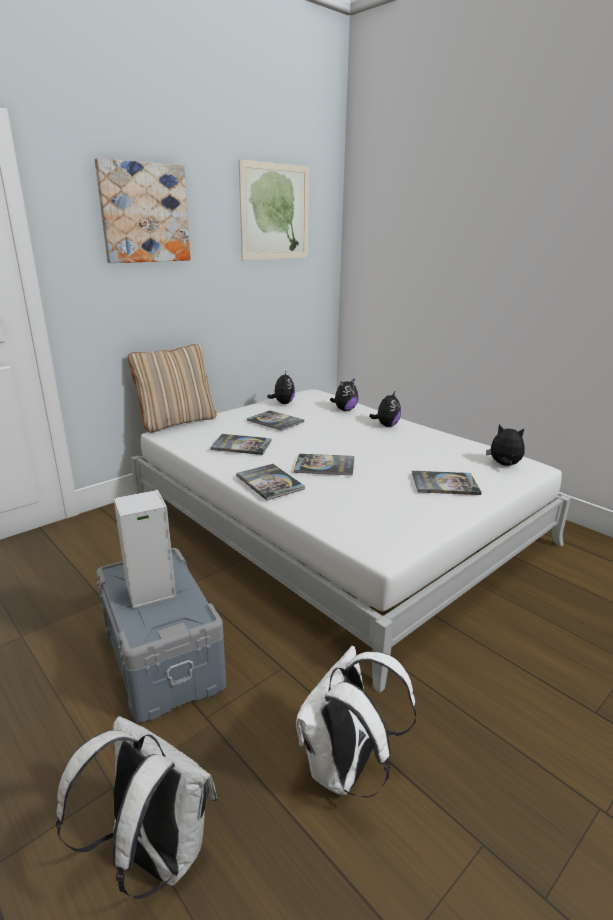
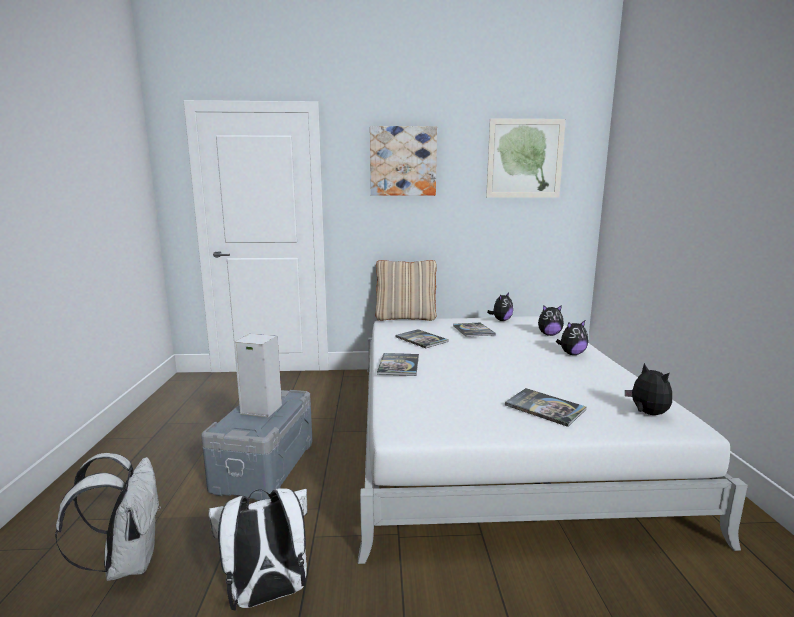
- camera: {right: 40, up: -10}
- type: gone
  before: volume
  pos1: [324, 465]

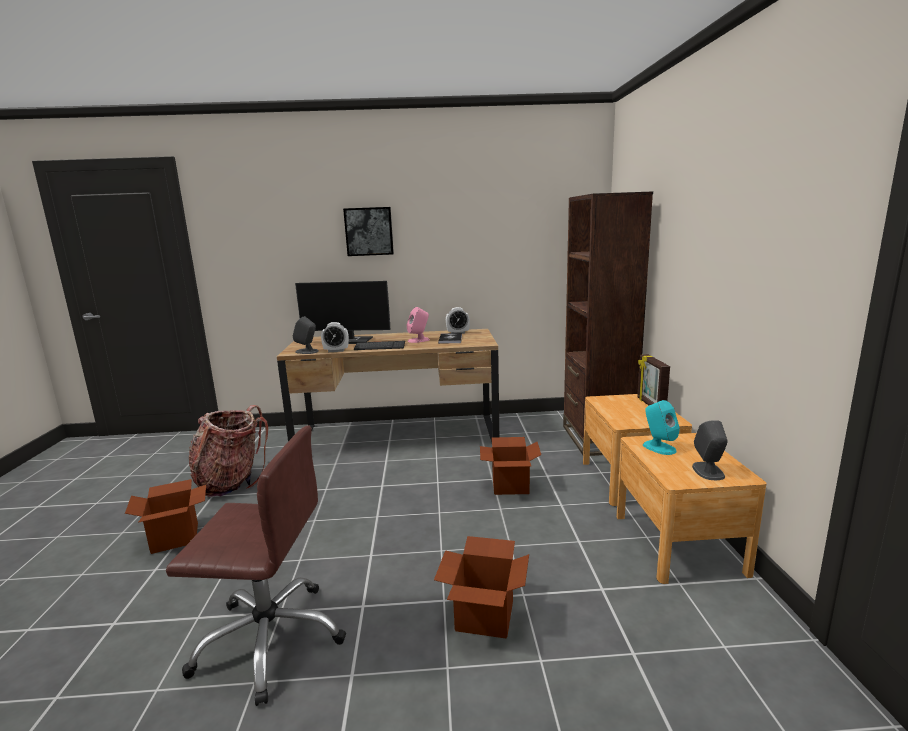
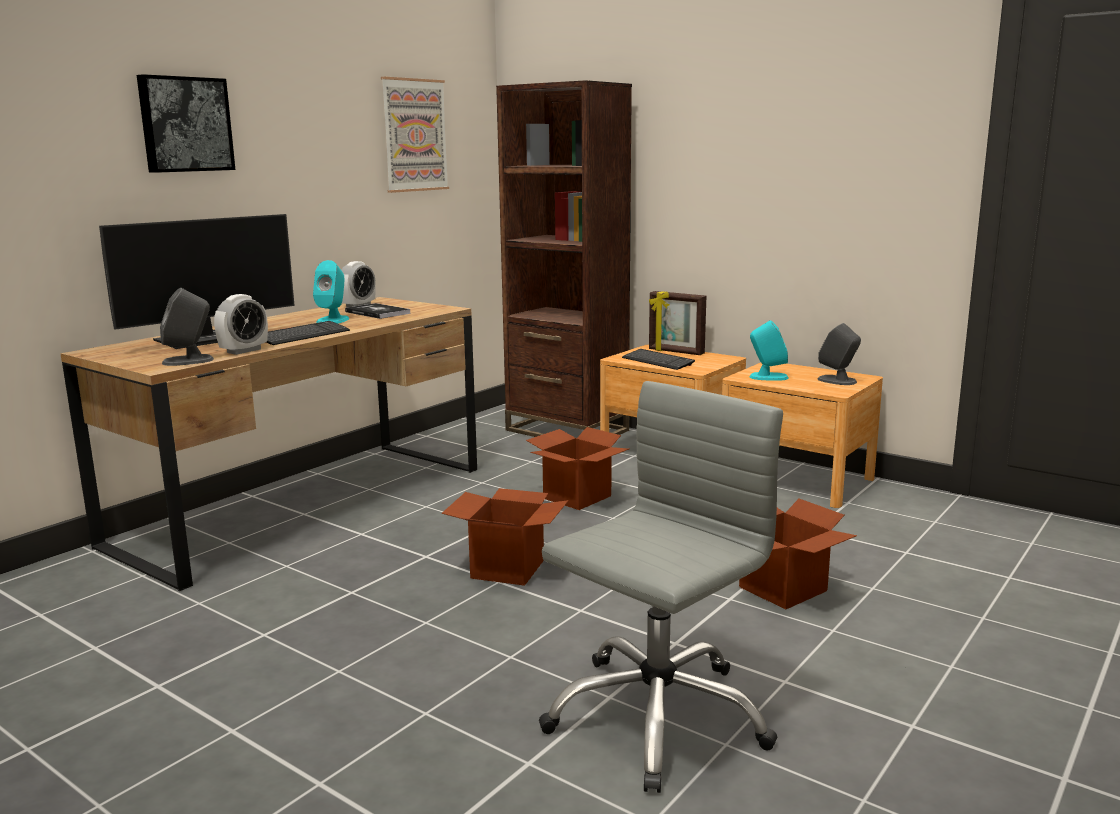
- camera: {right: -50, up: 0}
- type: shifted
  before: cardboard box
  pos1: [175, 538]
  pos2: [508, 569]
- type: repainted
  before: desk chair in brown
  after: desk chair in grey
  pos1: [270, 639]
  pos2: [656, 716]
- type: gone
  before: backpack
  pos1: [232, 482]
- type: repainted
  before: speaker in pink
  after: speaker in blue-green
  pos1: [419, 340]
  pos2: [333, 320]
- type: new
  after: wall art
  pos2: [414, 135]
- type: new
  after: PC keyboard
  pos2: [658, 361]

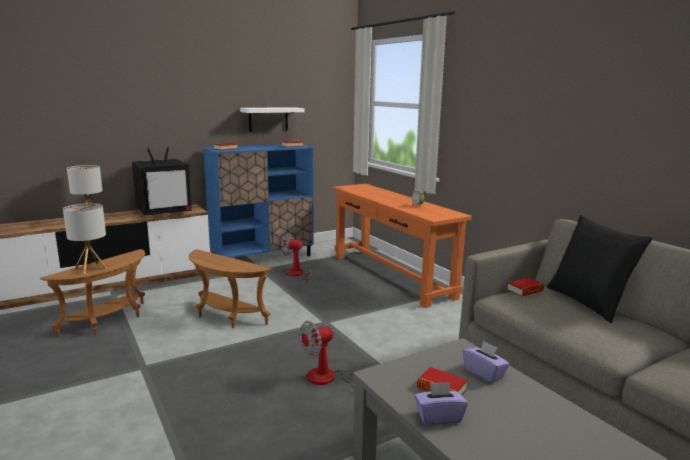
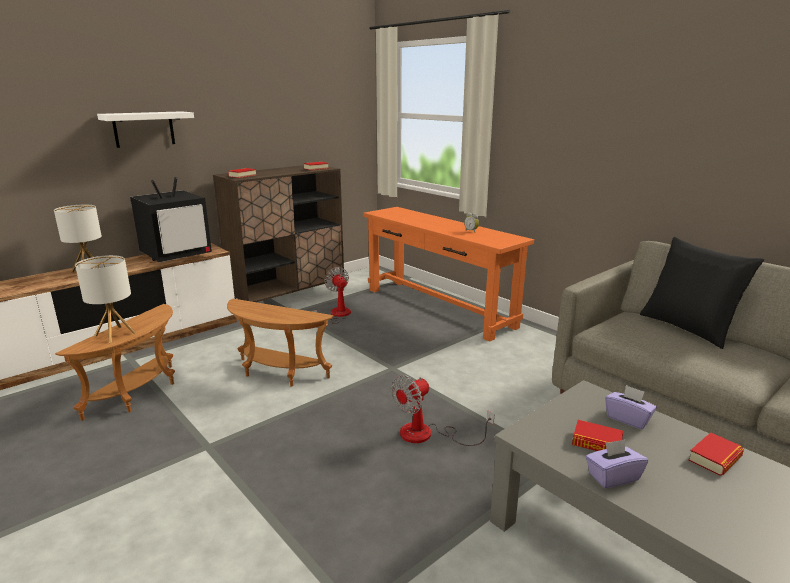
- camera: {right: -10, up: 5}
- type: repainted
  before: cabinet in blue
  after: cabinet in brown
  pos1: [263, 258]
  pos2: [288, 298]
- type: shifted
  before: wall shelf in white-coloured
  pos1: [268, 119]
  pos2: [144, 129]
- type: rotated
  before: fan
  pos1: [297, 275]
  pos2: [336, 315]
  turn: 60
- type: shifted
  before: volume
  pos1: [525, 290]
  pos2: [715, 459]

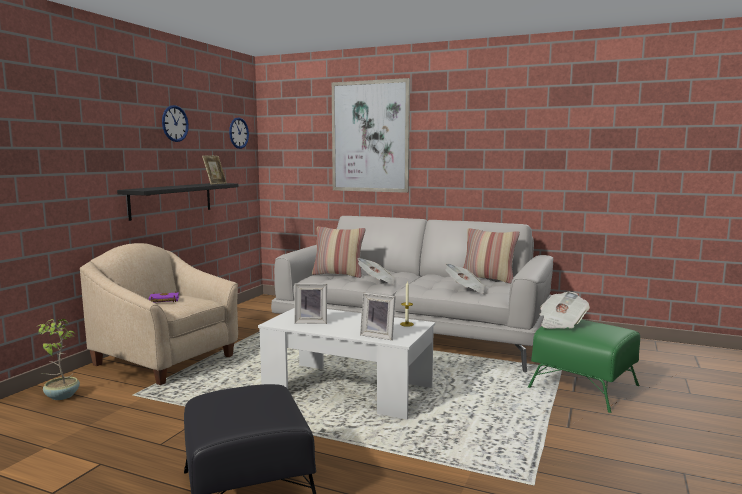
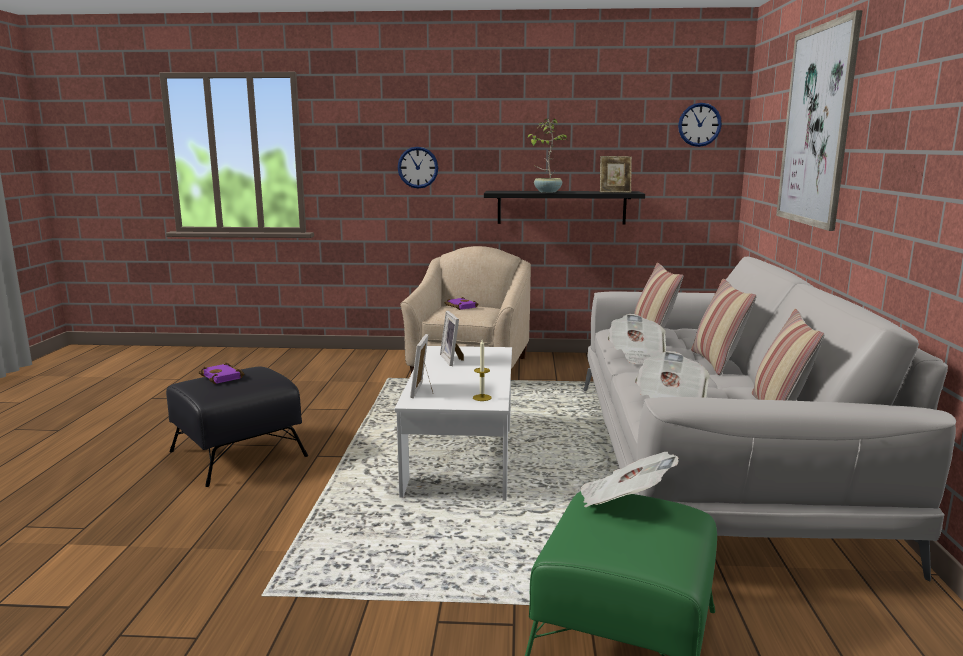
- camera: {right: 70, up: 5}
- type: shifted
  before: houseplant
  pos1: [61, 396]
  pos2: [547, 192]
- type: shifted
  before: clock on the wall
  pos1: [175, 123]
  pos2: [418, 167]
- type: new
  after: volume in purple
  pos2: [223, 377]
- type: new
  after: pillow
  pos2: [717, 362]

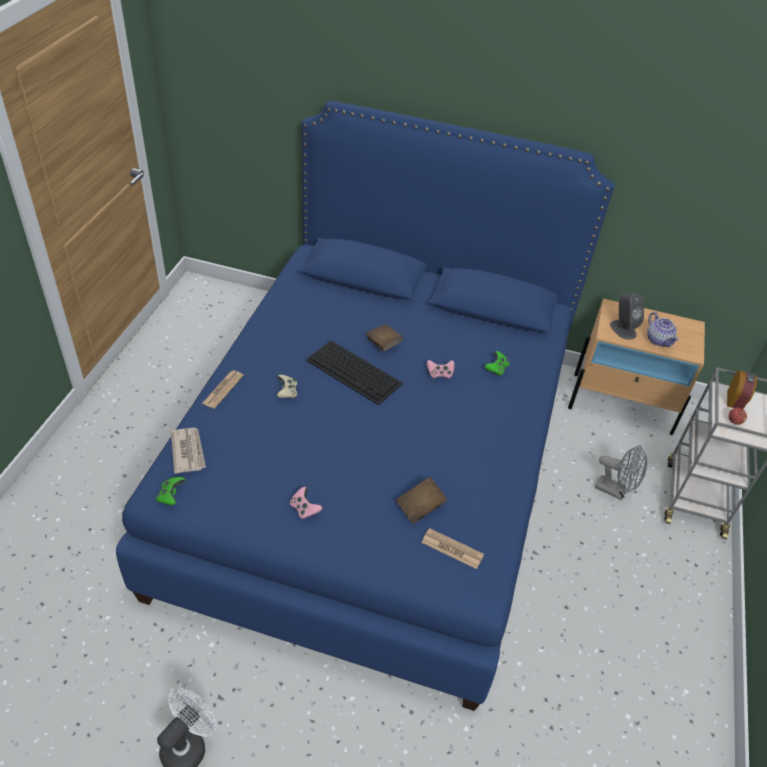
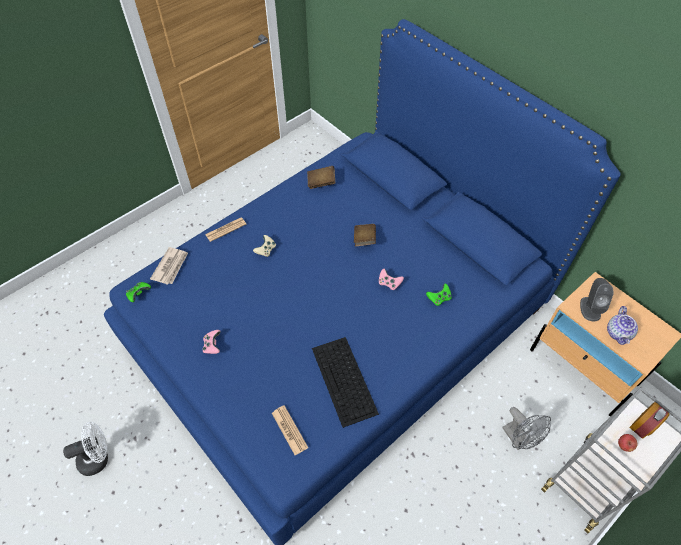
- camera: {right: 35, up: 10}
- type: shifted
  before: PC keyboard
  pos1: [354, 372]
  pos2: [344, 381]
- type: shifted
  before: volume in brown
  pos1: [420, 507]
  pos2: [321, 182]

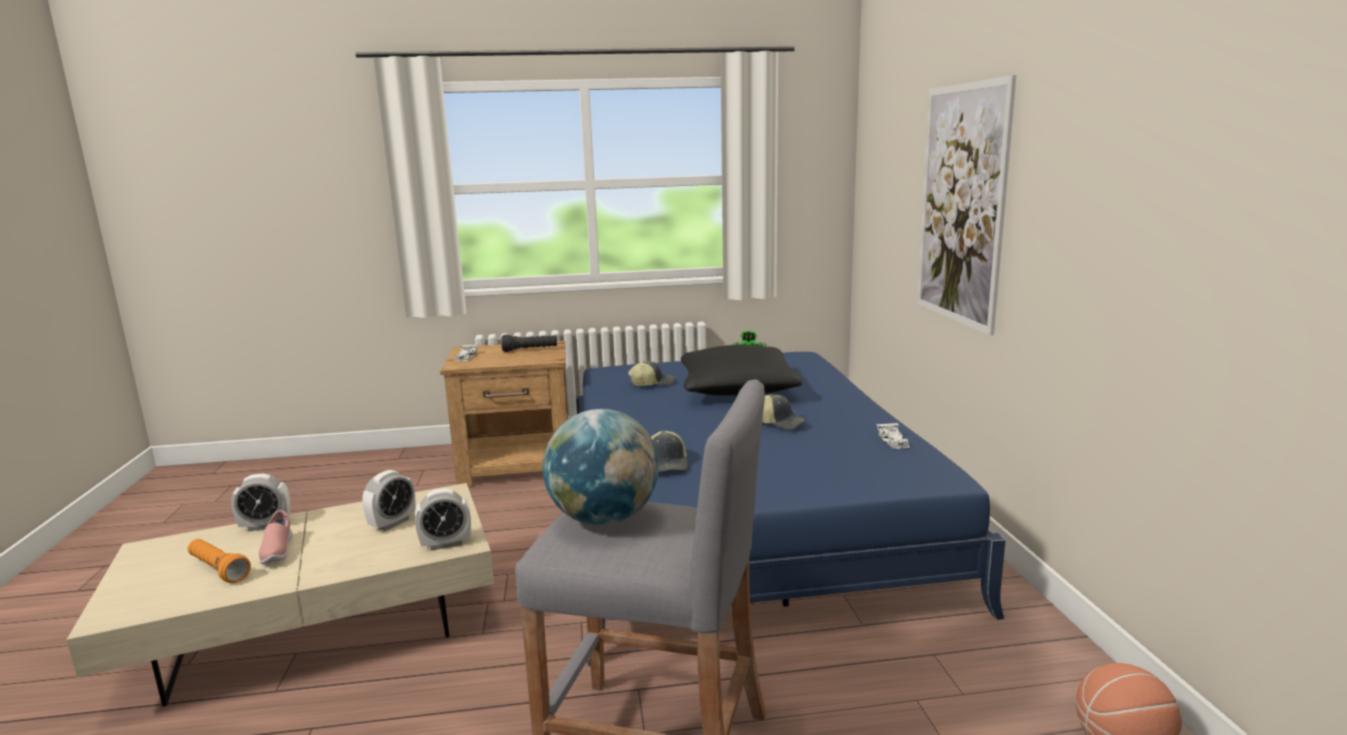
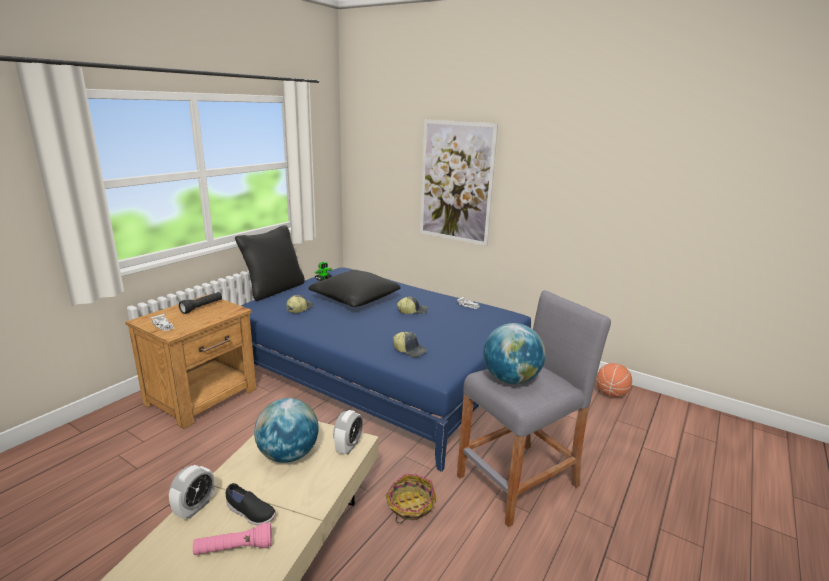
- camera: {right: -50, up: 5}
- type: repainted
  before: hand torch in orangey
  after: hand torch in pink
  pos1: [218, 570]
  pos2: [234, 549]
- type: repainted
  before: low shoe in pink
  after: low shoe in black
  pos1: [277, 552]
  pos2: [250, 514]
- type: swapped
  before: alarm clock
  after: world globe
  pos1: [392, 523]
  pos2: [288, 455]
- type: new
  after: pillow in black
  pos2: [274, 290]
- type: new
  after: storage basket
  pos2: [410, 505]

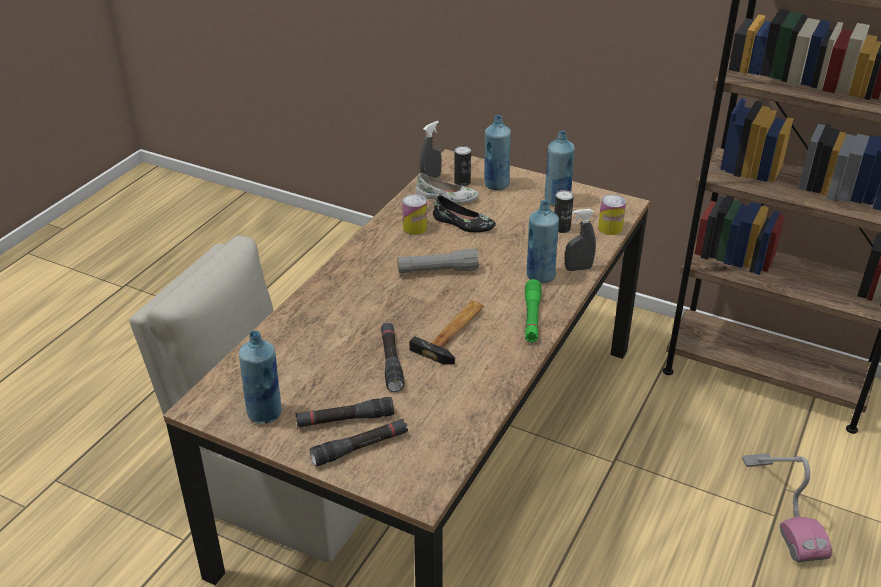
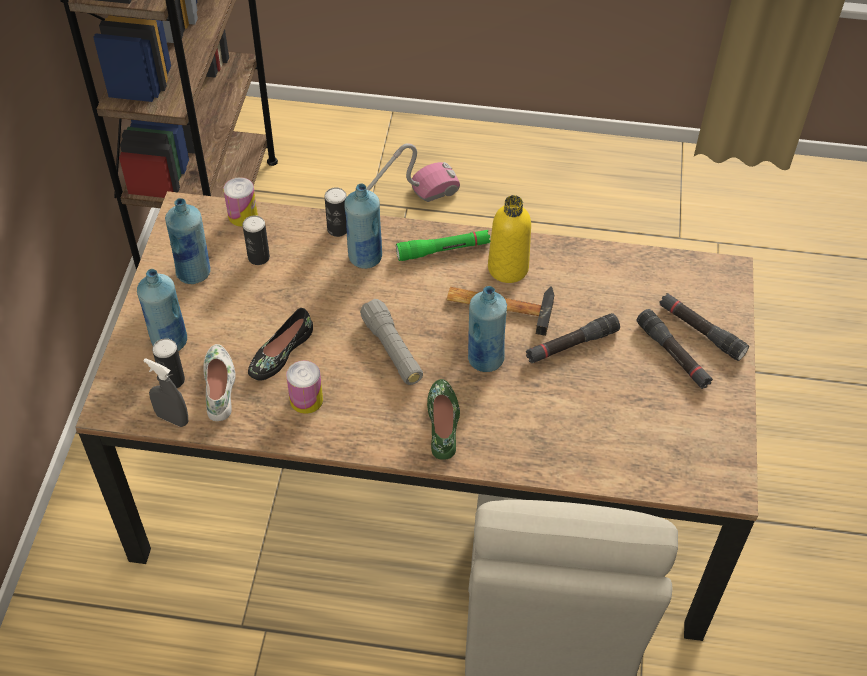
- camera: {right: -110, up: 15}
- type: shifted
  before: bottle in blue
  pos1: [265, 413]
  pos2: [485, 359]
- type: rotated
  before: low shoe in black
  pos1: [463, 224]
  pos2: [280, 352]
  turn: -150
- type: swapped
  before: spray bottle in grey
  after: sealed can
  pos1: [578, 268]
  pos2: [338, 229]
- type: new
  after: low shoe in greenish
  pos2: [443, 423]
- type: new
  after: bottle in yellowish
  pos2: [508, 268]

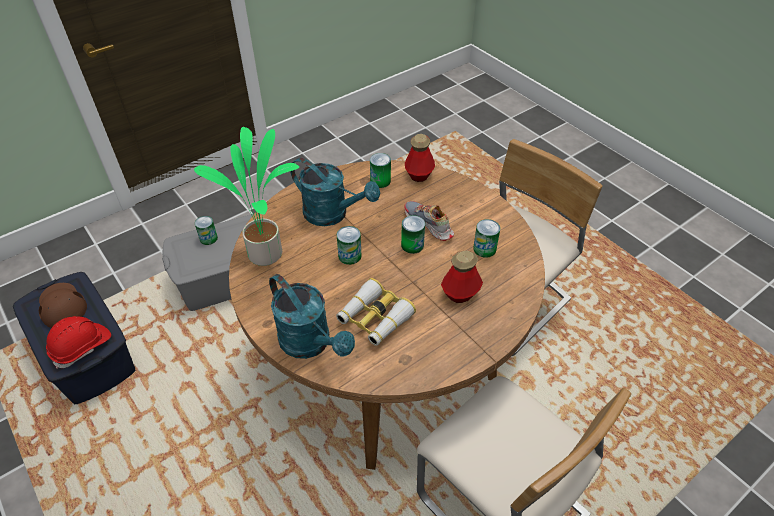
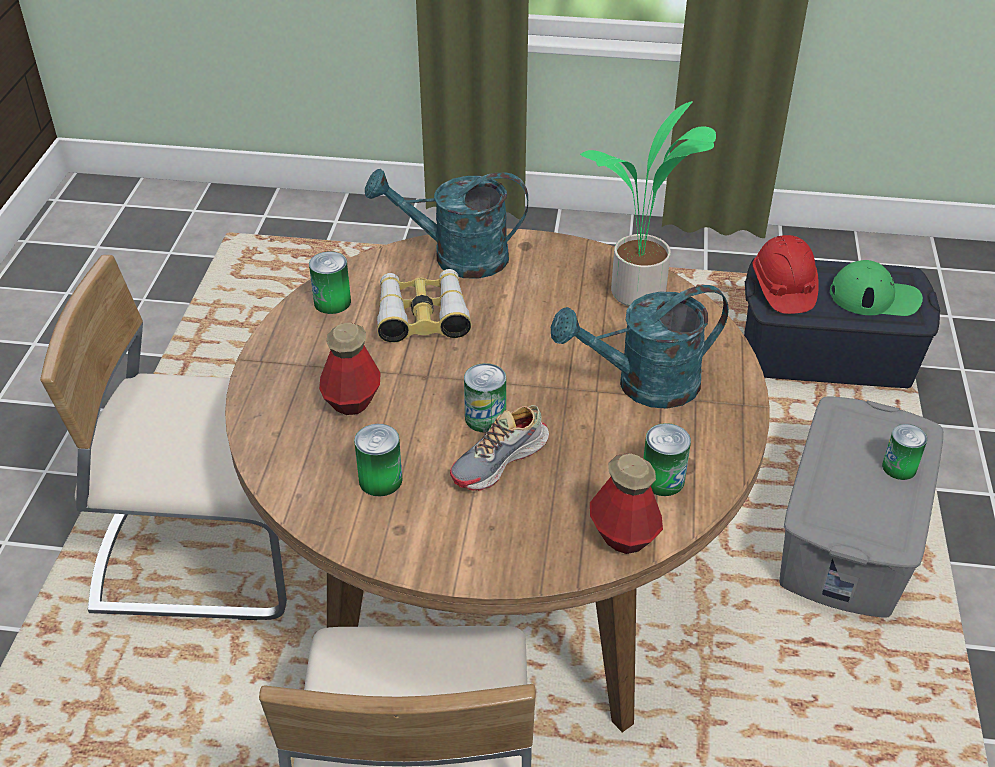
- camera: {right: 135, up: -5}
- type: repainted
  before: peaked cap in brown
  after: peaked cap in greenish
  pos1: [62, 306]
  pos2: [875, 297]
- type: shifted
  before: sealed can
  pos1: [349, 256]
  pos2: [332, 302]
- type: rotated
  before: low shoe
  pos1: [428, 225]
  pos2: [500, 461]
  turn: 135

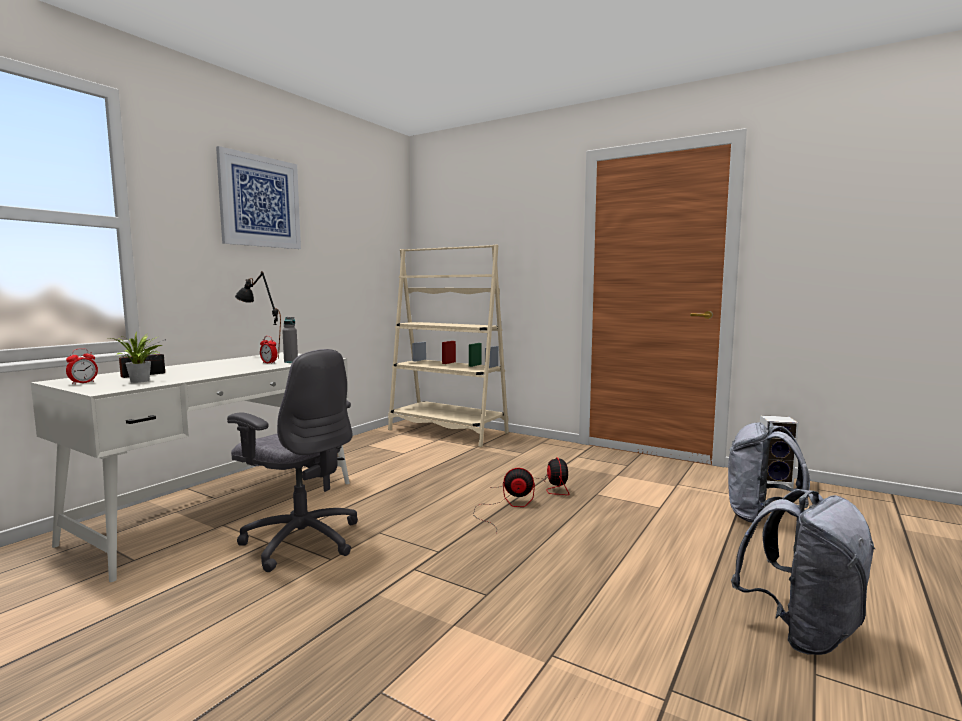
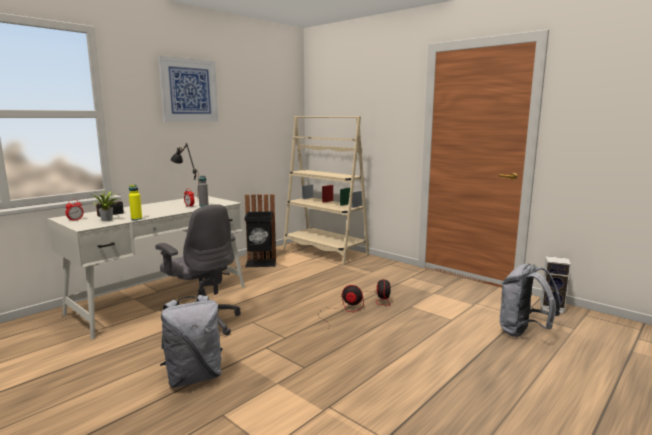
- camera: {right: 10, up: 5}
- type: shifted
  before: backpack in grey
  pos1: [802, 632]
  pos2: [194, 377]
- type: new
  after: bottle in yellowish
  pos2: [136, 219]
- type: new
  after: trash can in black
  pos2: [261, 263]

